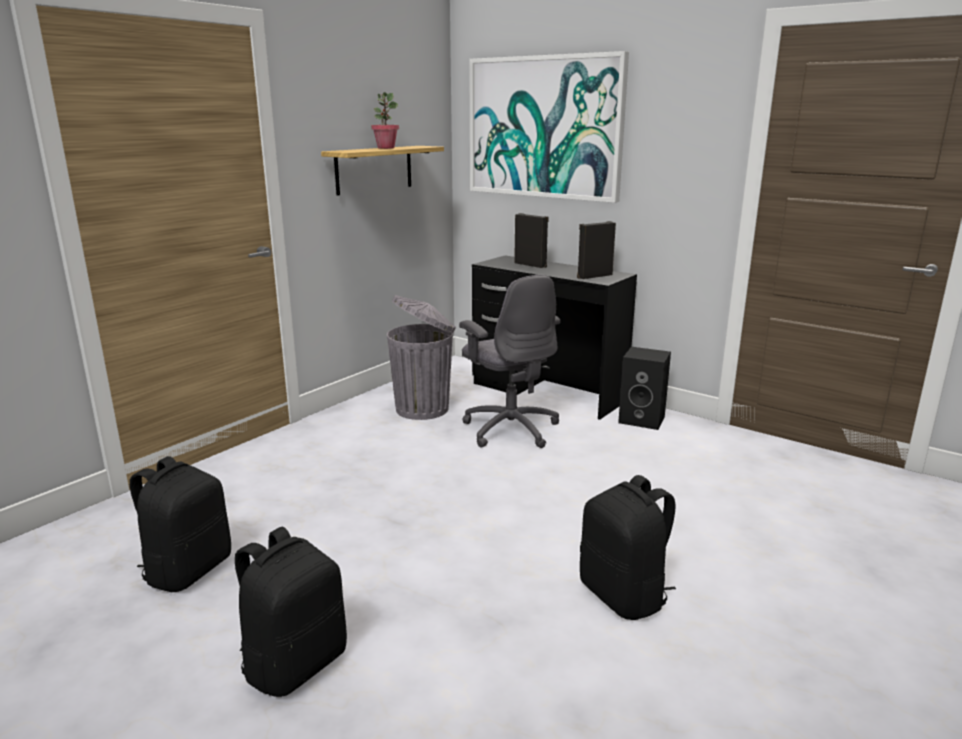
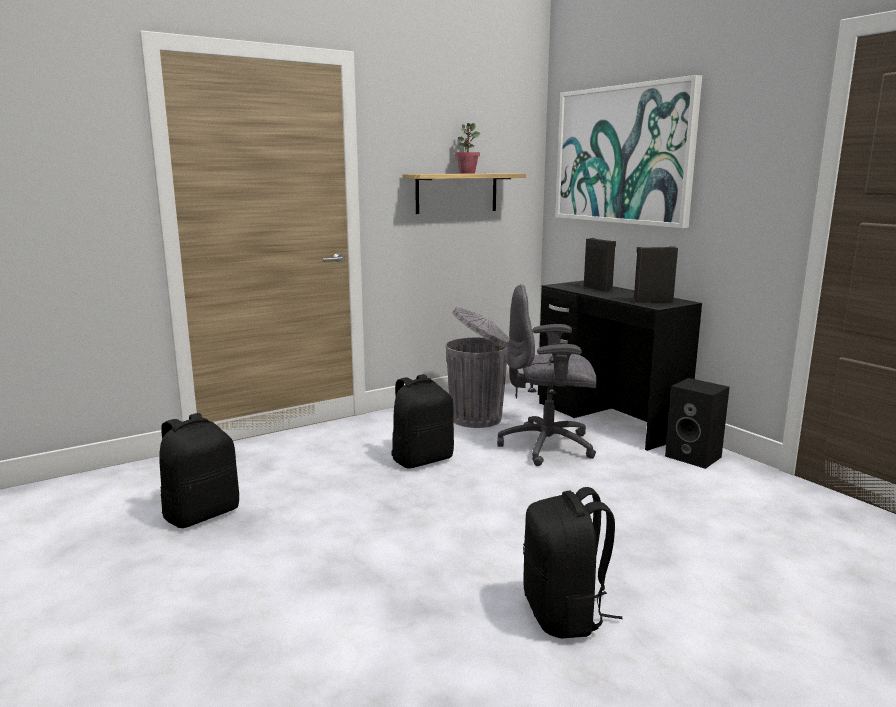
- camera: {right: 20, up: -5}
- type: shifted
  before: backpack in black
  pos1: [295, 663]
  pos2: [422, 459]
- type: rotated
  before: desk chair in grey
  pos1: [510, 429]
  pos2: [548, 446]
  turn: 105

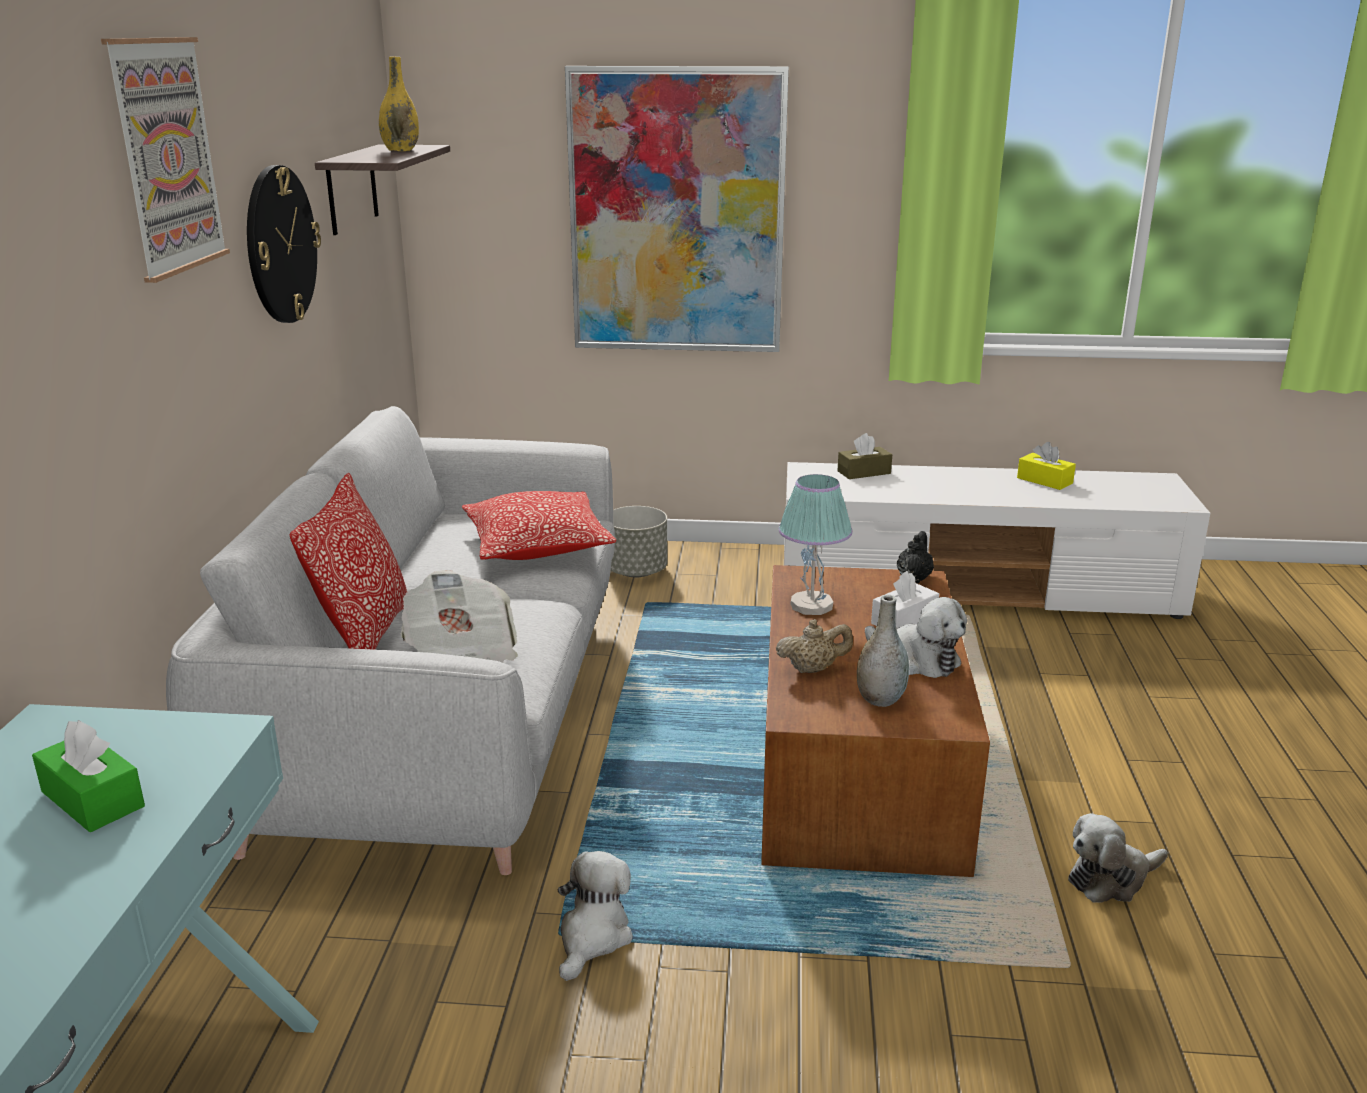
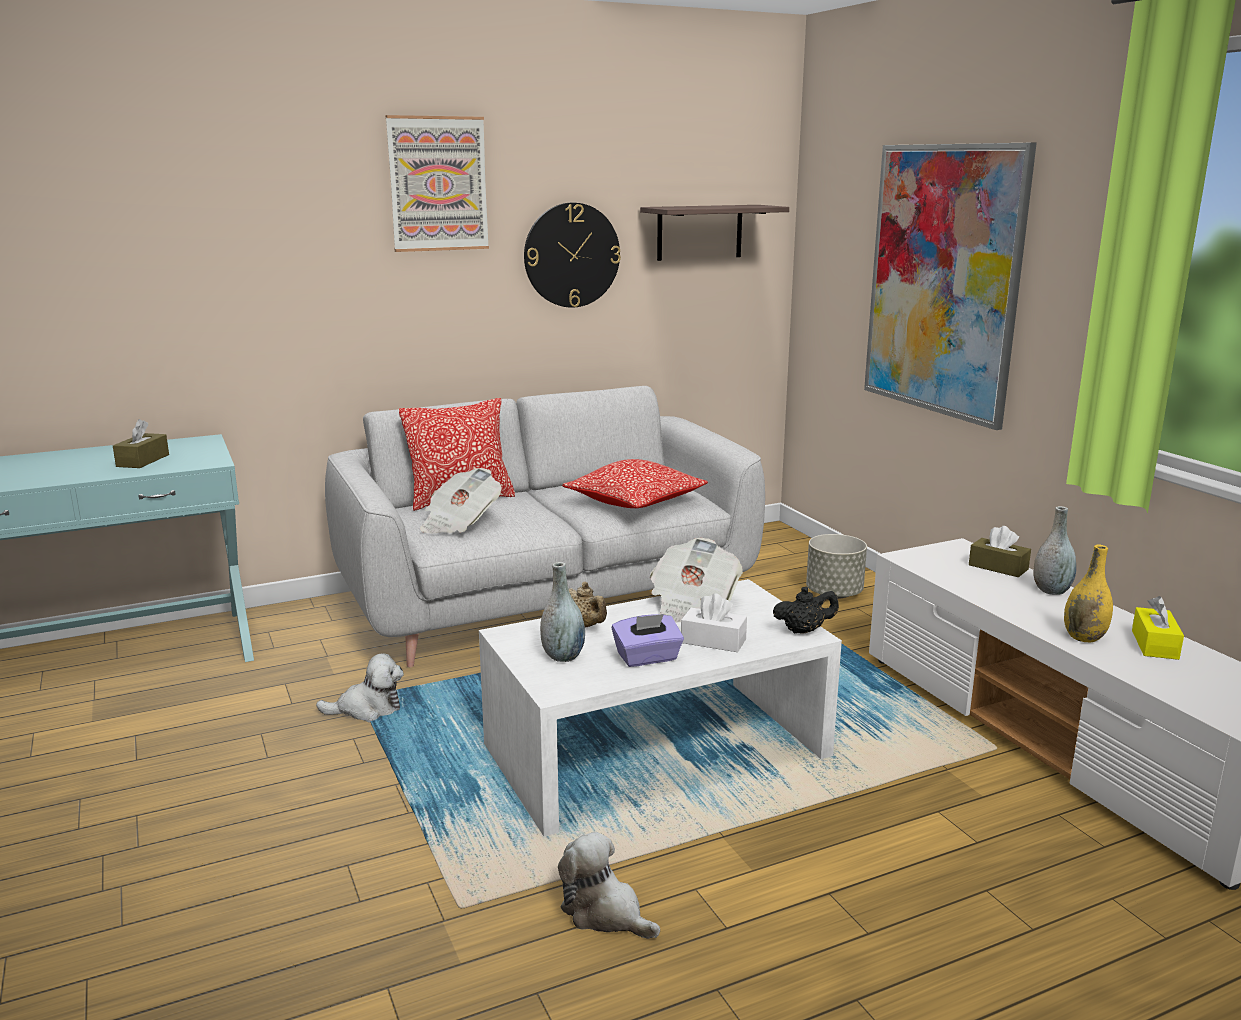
- camera: {right: 60, up: -5}
- type: repainted
  before: tissue holder in greenish
  after: tissue holder in brown
  pos1: [93, 799]
  pos2: [143, 460]
- type: shifted
  before: flower vase in yellowish
  pos1: [401, 150]
  pos2: [1084, 637]
- type: repainted
  before: lounge table in brown
  after: lounge table in white-coloured
  pos1: [855, 764]
  pos2: [656, 750]
- type: swapped
  before: tabletop lamp
  after: newspaper
  pos1: [812, 606]
  pos2: [692, 605]
- type: swapped
  before: cuddly toy
  after: tissue holder in purple
  pos1: [917, 659]
  pos2: [647, 658]
- type: new
  after: flower vase in grey
  pos2: [1051, 591]

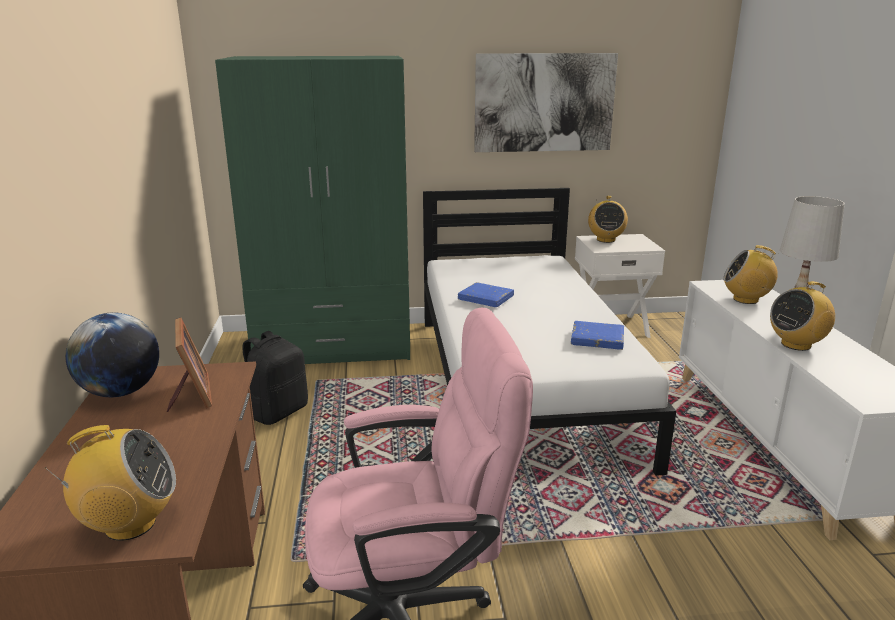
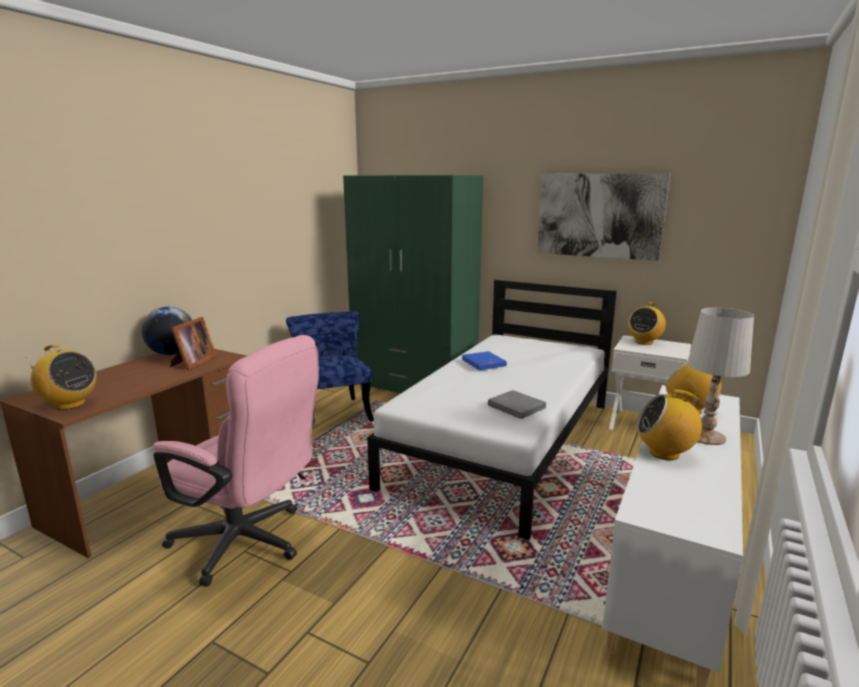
- camera: {right: 35, up: -5}
- type: swapped
  before: backpack in black
  after: upright chair in blue
  pos1: [278, 412]
  pos2: [333, 411]
- type: repainted
  before: volume in blue
  after: volume in grey
  pos1: [597, 339]
  pos2: [516, 407]

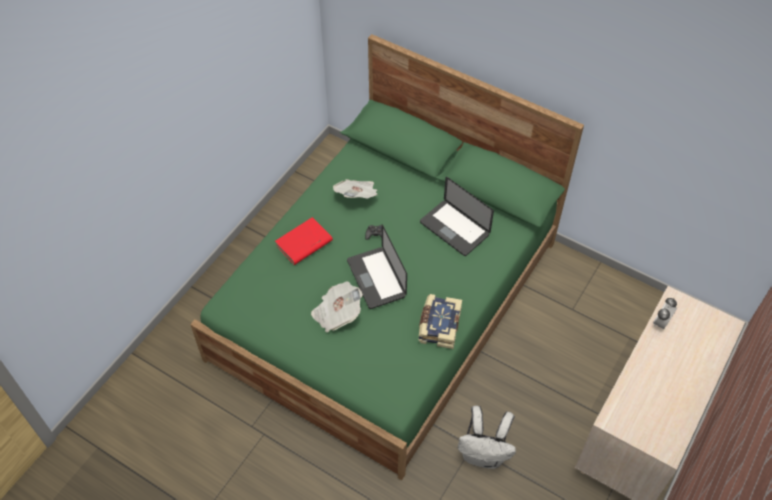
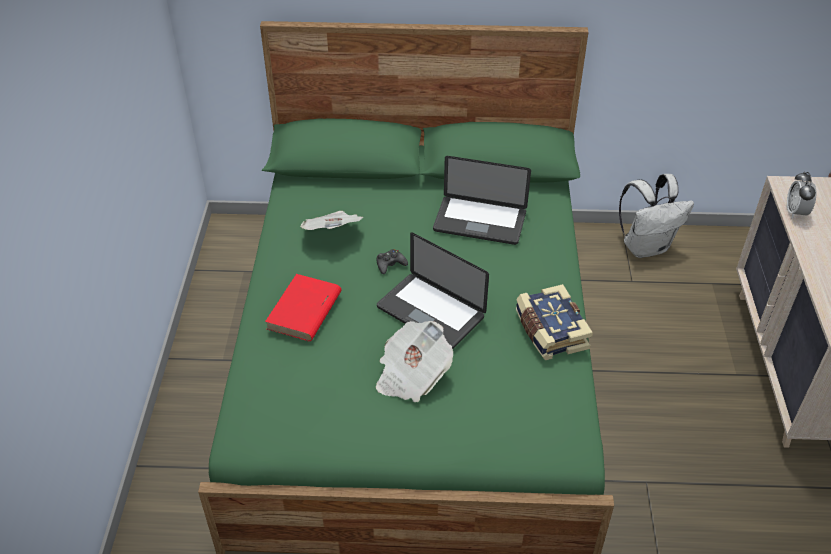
- camera: {right: -30, up: -10}
- type: shifted
  before: backpack in white-coloured
  pos1: [484, 455]
  pos2: [646, 246]

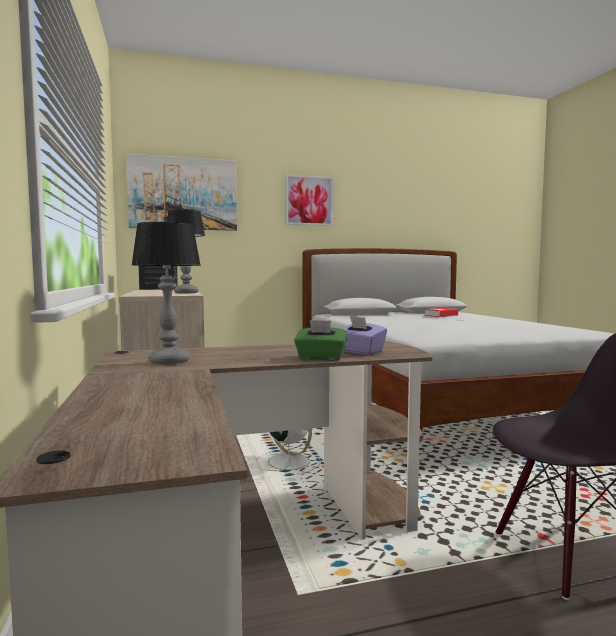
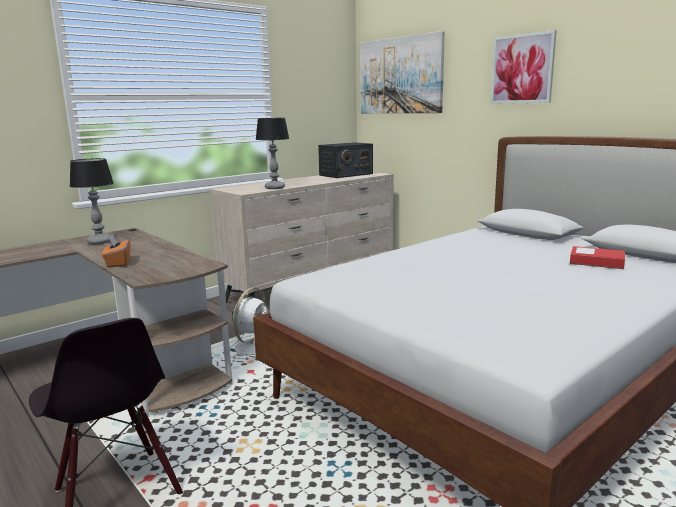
- camera: {right: 65, up: 10}
- type: repainted
  before: tissue holder in greenish
  after: tissue holder in orangey
  pos1: [321, 358]
  pos2: [118, 263]
- type: gone
  before: tissue holder in purple
  pos1: [359, 352]

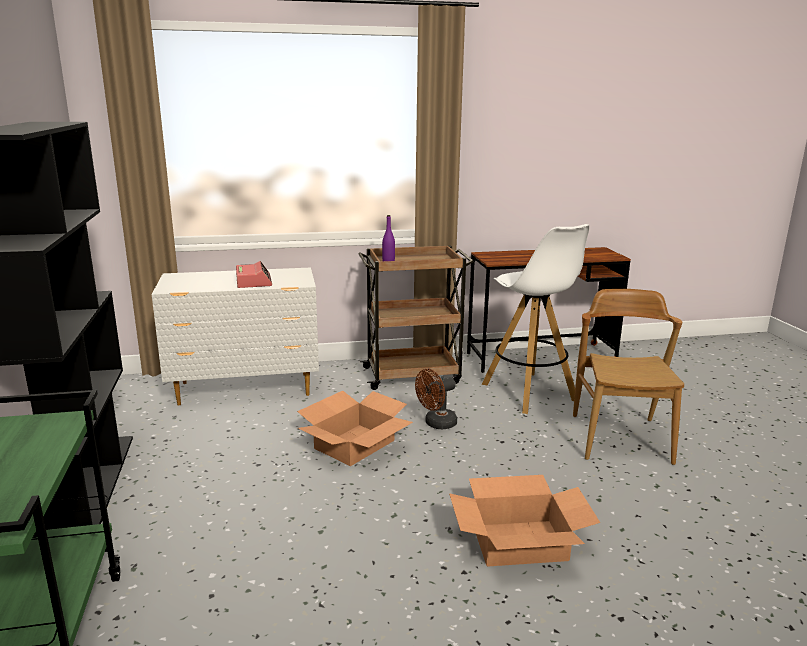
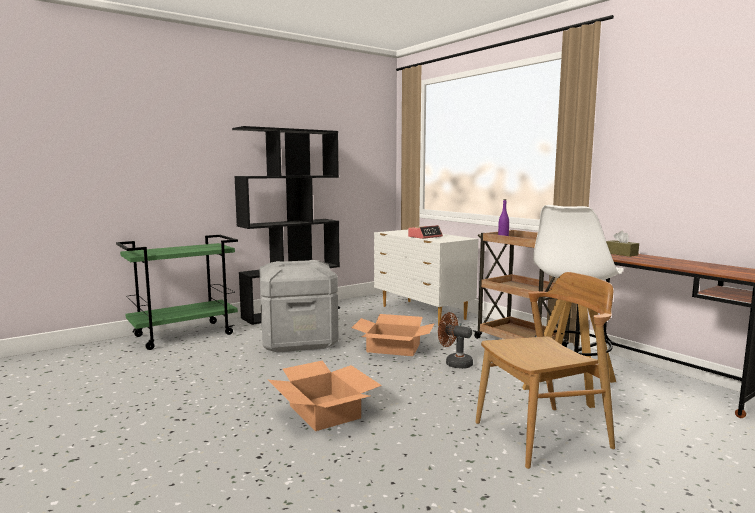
- camera: {right: 65, up: -10}
- type: new
  after: storage box in grey
  pos2: [299, 340]
- type: new
  after: tissue holder in brown
  pos2: [621, 254]

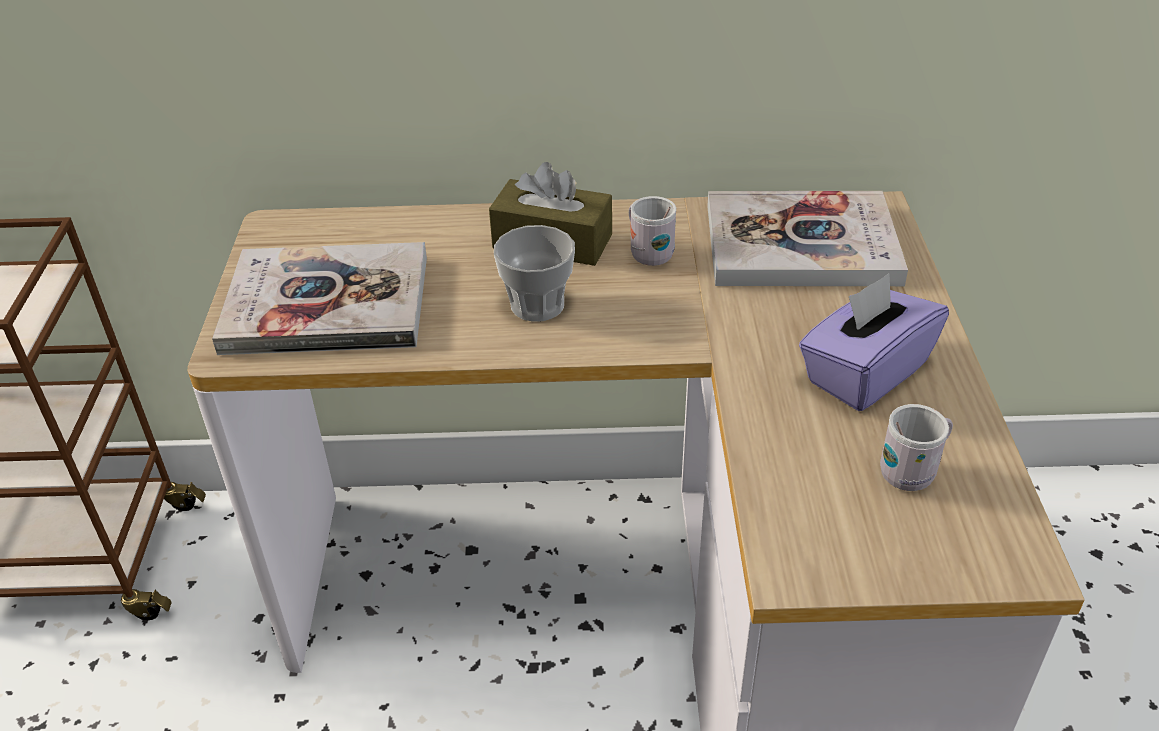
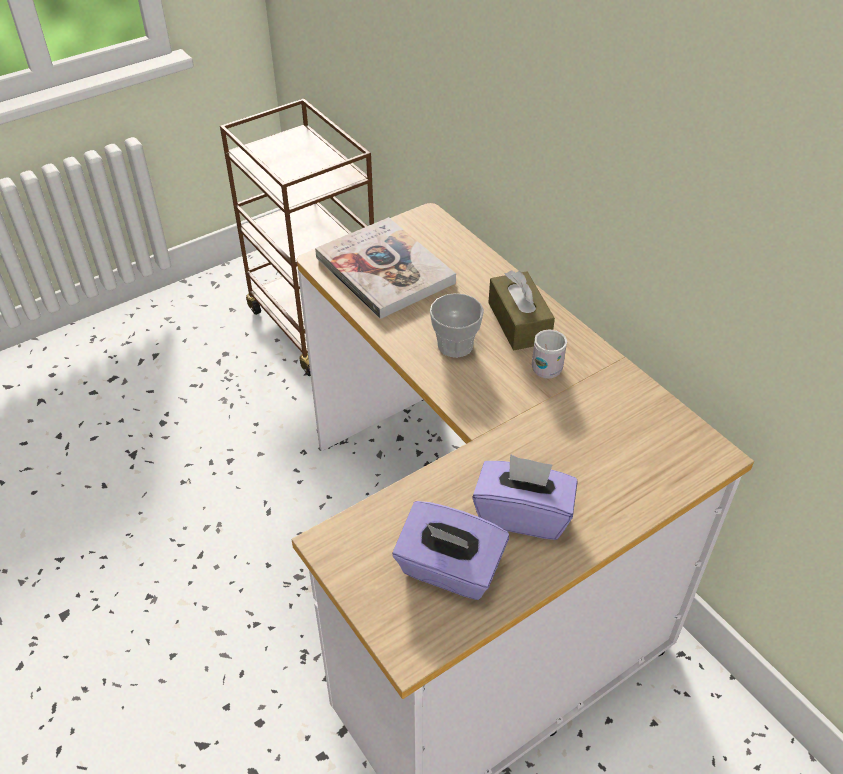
- camera: {right: 55, up: 5}
- type: gone
  before: volume
  pos1: [801, 244]
- type: swapped
  before: coffee mug in white-coloured
  after: tissue holder in purple
  pos1: [912, 472]
  pos2: [449, 570]

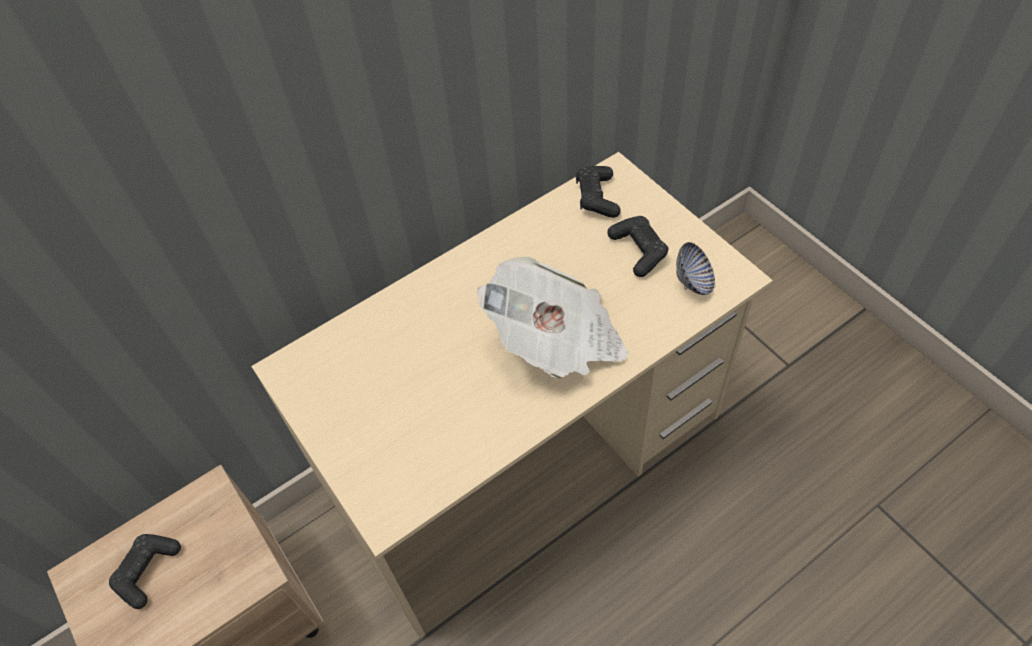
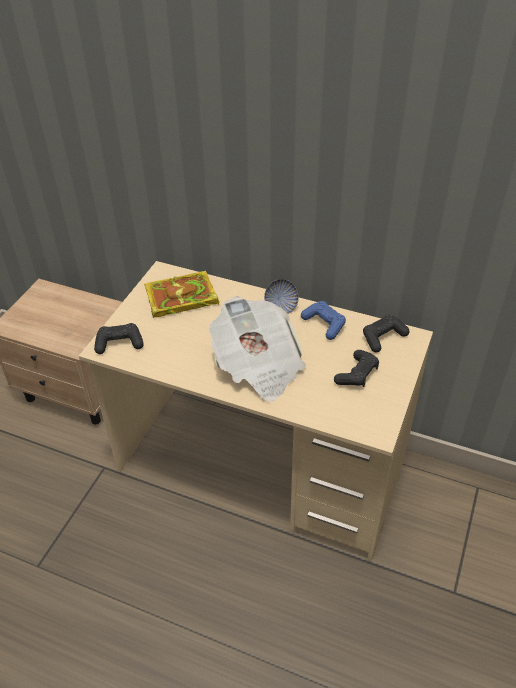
- camera: {right: 55, up: -10}
- type: shifted
  before: joypad in black
  pos1: [148, 571]
  pos2: [119, 343]
- type: shifted
  before: bowl
  pos1: [693, 282]
  pos2: [281, 307]
- type: new
  after: volume
  pos2: [179, 298]
- type: new
  after: joypad in blue
  pos2: [324, 324]

